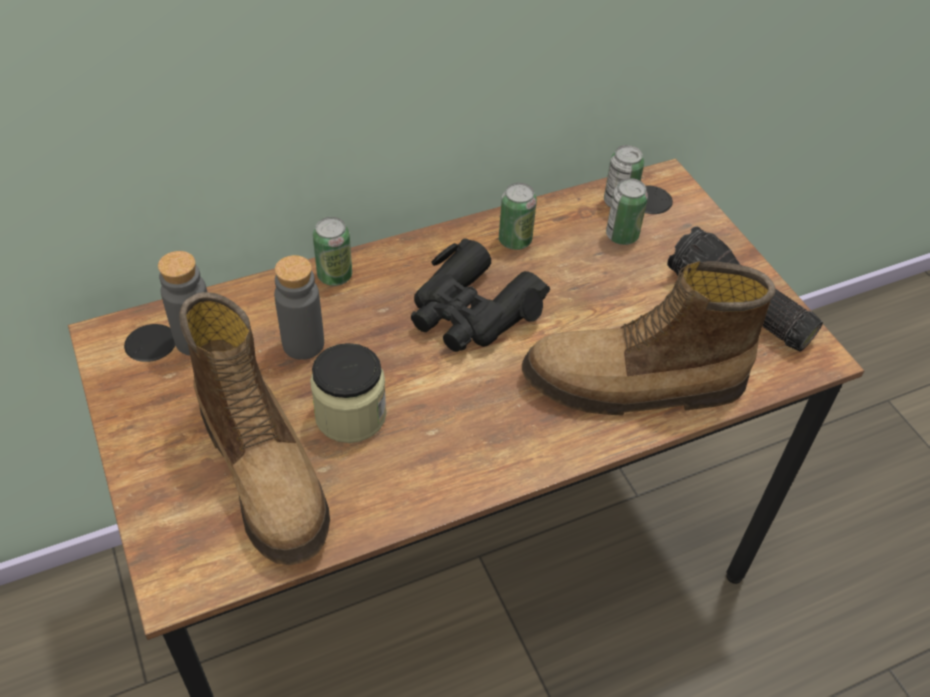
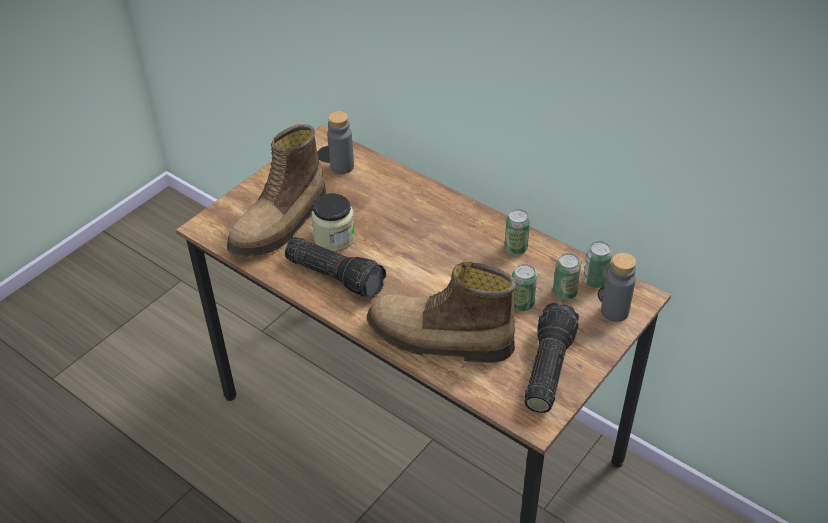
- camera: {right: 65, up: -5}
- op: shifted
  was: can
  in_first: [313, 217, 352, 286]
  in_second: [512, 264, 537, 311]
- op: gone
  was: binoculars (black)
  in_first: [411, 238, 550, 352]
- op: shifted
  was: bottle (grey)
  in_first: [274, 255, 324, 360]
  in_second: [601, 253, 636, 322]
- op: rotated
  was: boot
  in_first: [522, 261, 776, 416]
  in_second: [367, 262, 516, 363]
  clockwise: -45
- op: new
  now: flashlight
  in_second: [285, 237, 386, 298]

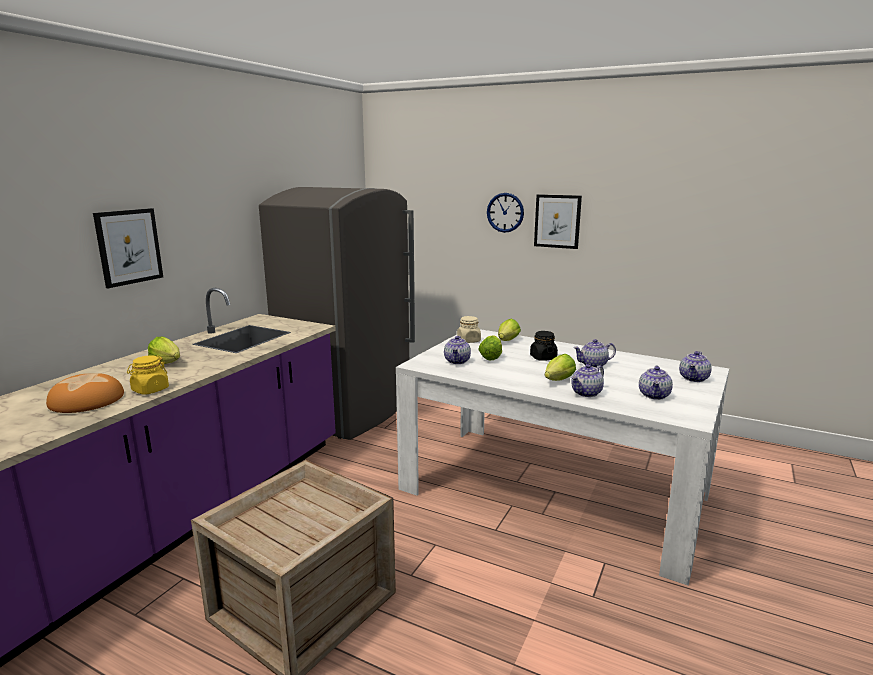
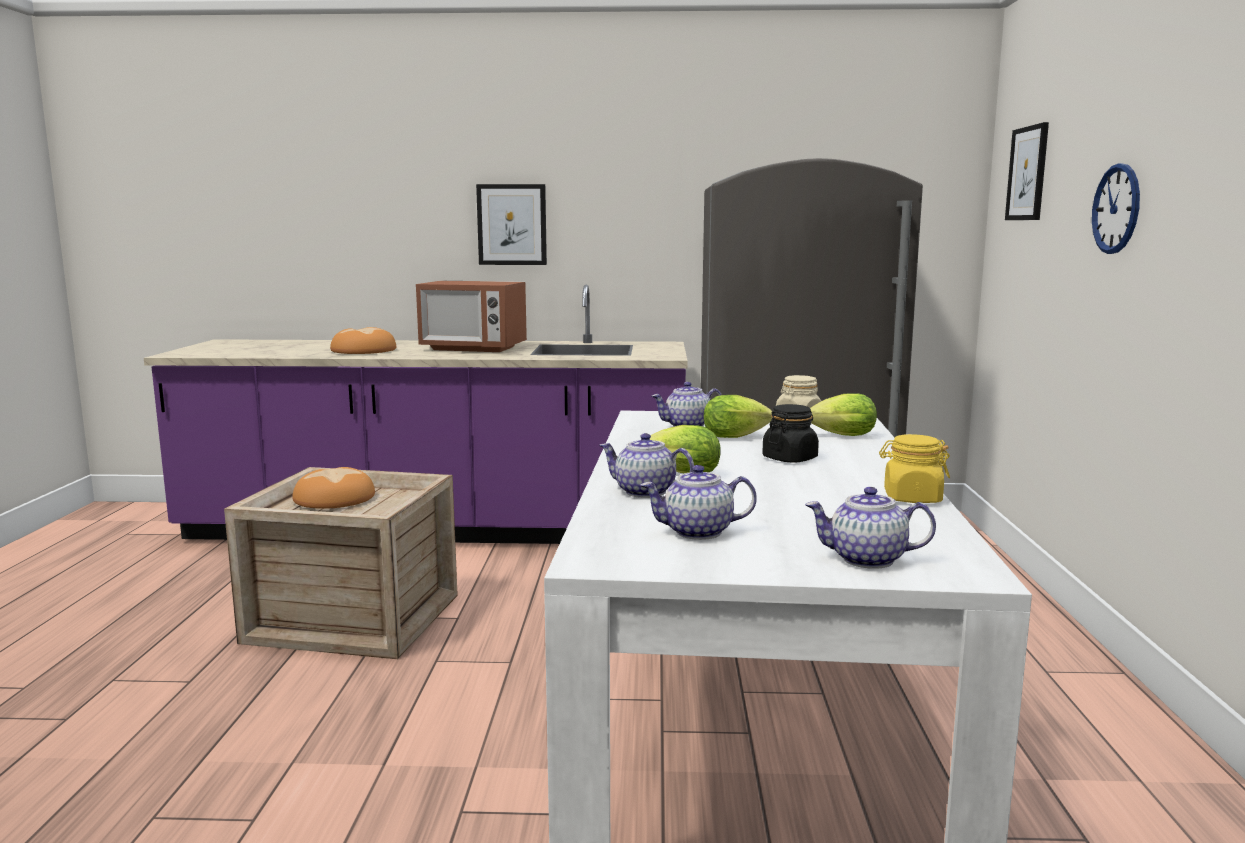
- camera: {right: 65, up: -5}
- op: shifted
  was: picture
  in_first: [534, 194, 582, 249]
  in_second: [1005, 122, 1049, 220]
- op: swapped
  was: lettuce
  now: microwave
  in_first: [148, 337, 180, 364]
  in_second: [416, 281, 527, 352]
- op: gone
  was: teapot
  in_first: [574, 339, 616, 368]
- op: shifted
  was: jar (yellow)
  in_first: [127, 355, 169, 395]
  in_second: [879, 434, 950, 503]
- op: new
  now: bread
  in_second: [292, 467, 375, 509]

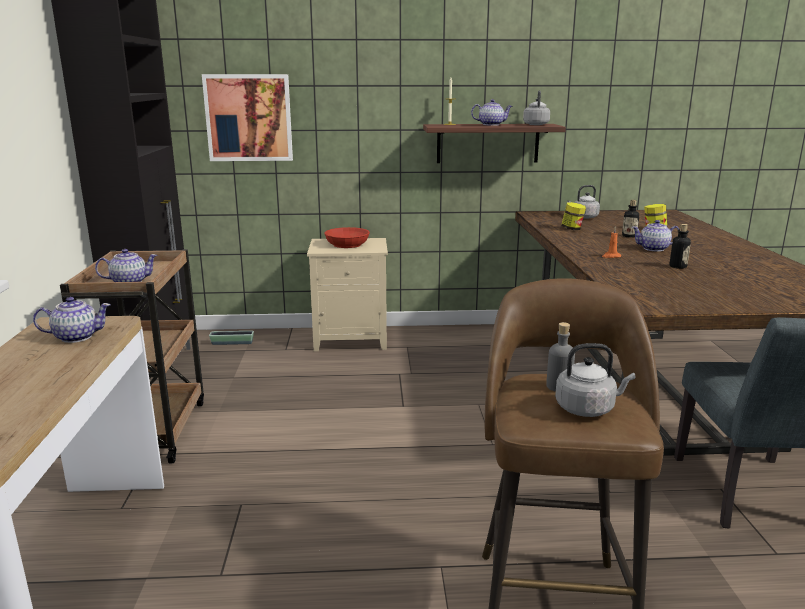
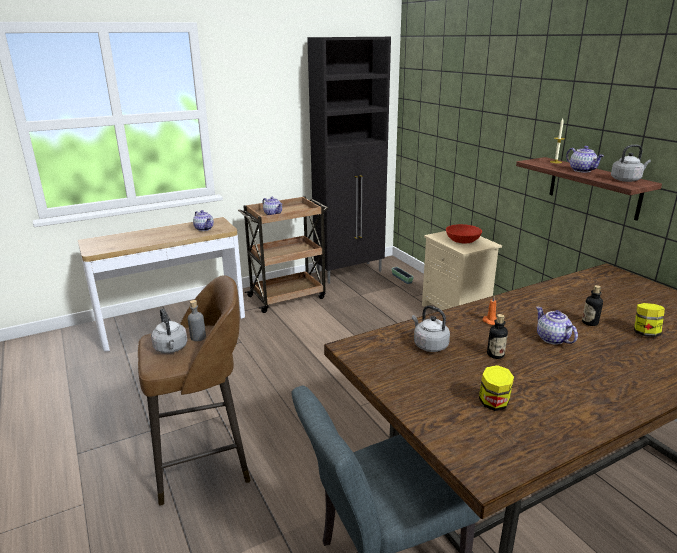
- camera: {right: 65, up: 5}
- op: gone
  was: picture
  in_first: [202, 74, 293, 161]
- op: shifted
  was: kettle (grey)
  in_first: [567, 185, 600, 219]
  in_second: [412, 306, 450, 352]
- op: shifted
  was: jar
  in_first: [561, 202, 586, 230]
  in_second: [479, 365, 514, 411]

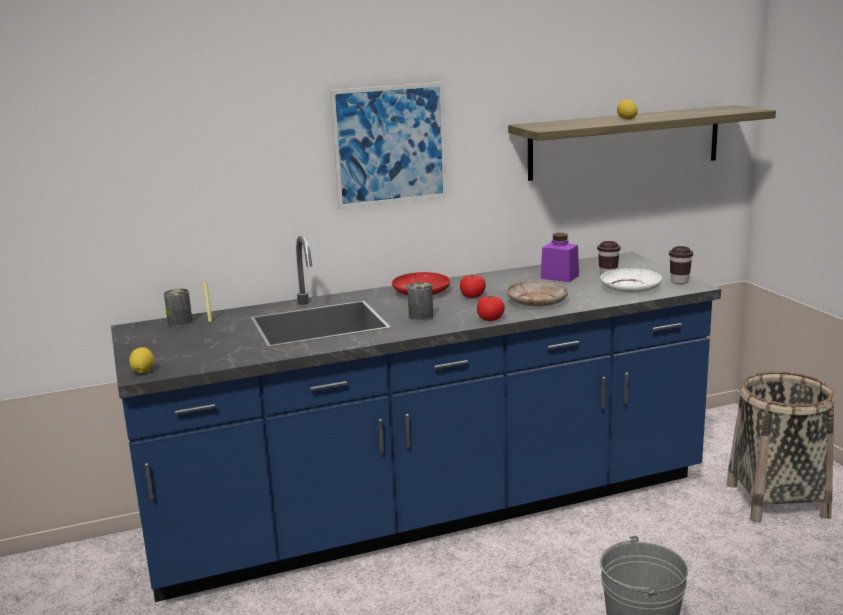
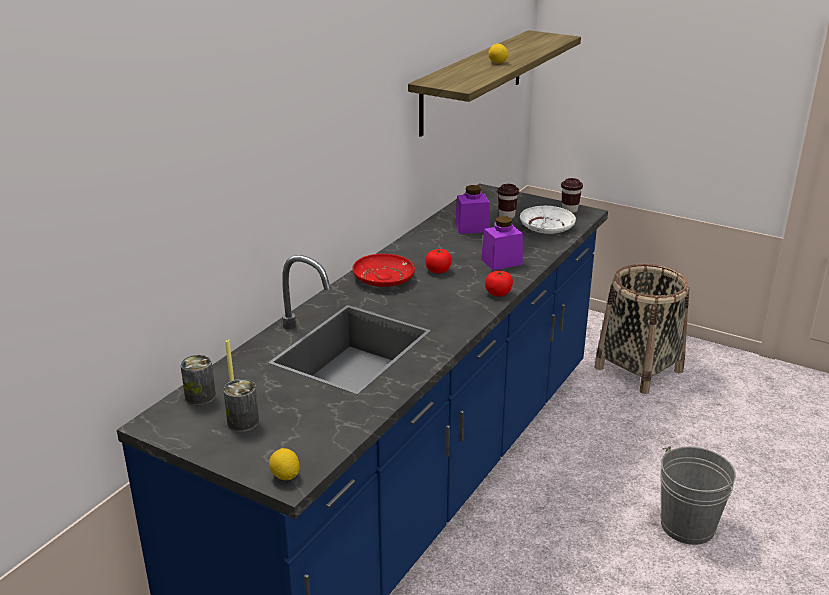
- camera: {right: -40, up: 10}
- op: gone
  was: picture
  in_first: [330, 82, 447, 209]
- op: swapped
  was: plate (beige)
  now: jar (purple)
  in_first: [506, 281, 568, 307]
  in_second: [481, 216, 523, 270]
- op: shifted
  was: can
  in_first: [407, 282, 433, 321]
  in_second: [223, 379, 259, 432]

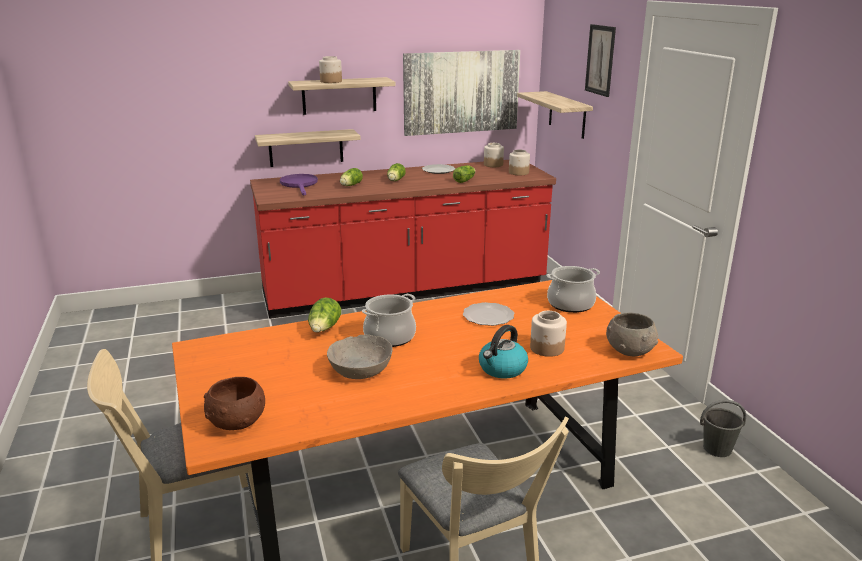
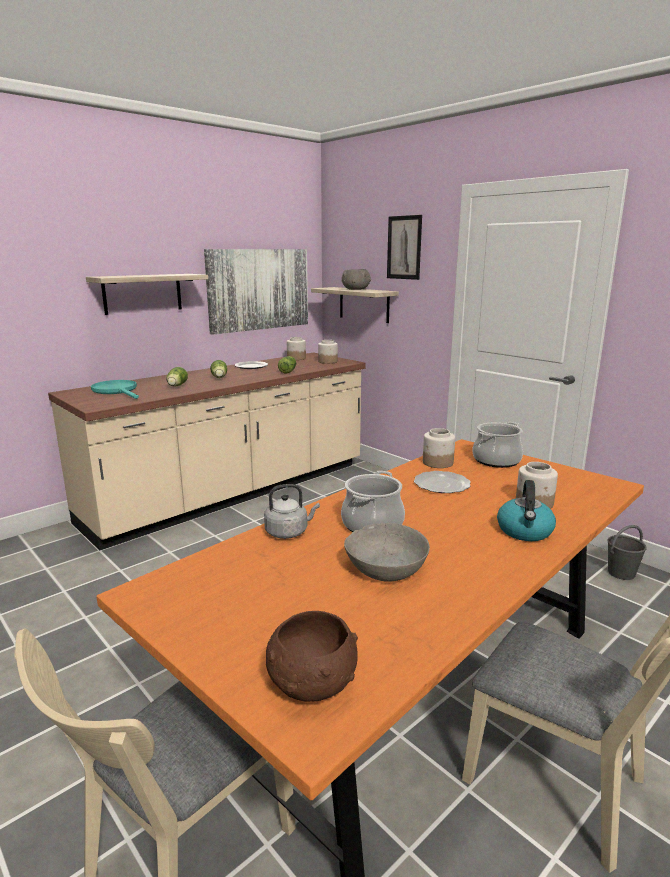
- camera: {right: -25, up: -5}
- op: shifted
  was: jar
  in_first: [319, 56, 342, 83]
  in_second: [423, 428, 455, 468]
- op: gone
  was: shelf
  in_first: [255, 129, 361, 167]
- op: repainted
  was: counter (red)
  now: counter (beige)
  in_first: [250, 160, 556, 319]
  in_second: [48, 352, 366, 551]
- op: repainted
  was: frying pan (purple)
  now: frying pan (turquoise)
  in_first: [280, 174, 318, 196]
  in_second: [91, 380, 139, 399]
- op: swapped
  was: lettuce
  now: kettle (grey)
  in_first: [308, 298, 341, 333]
  in_second: [264, 484, 320, 539]
- op: shifted
  was: bowl (grey)
  in_first: [606, 312, 658, 356]
  in_second: [341, 269, 371, 290]

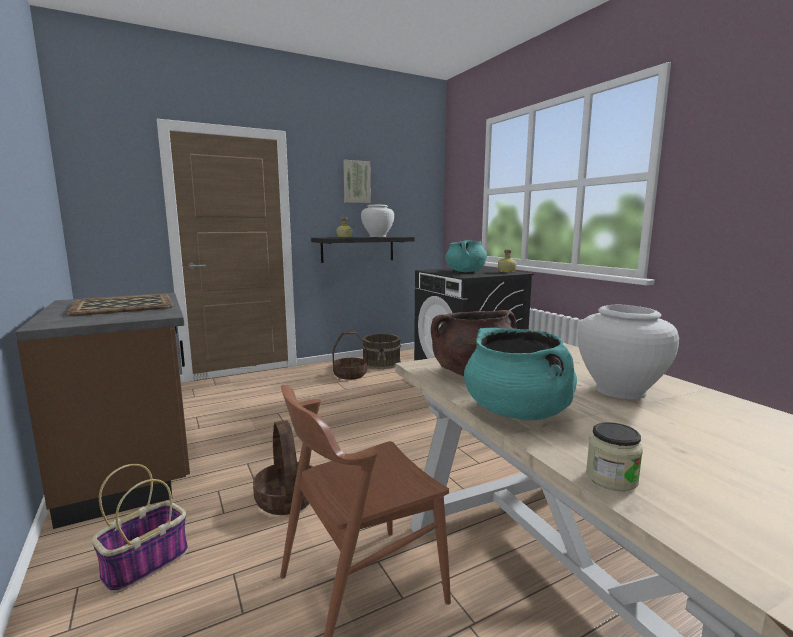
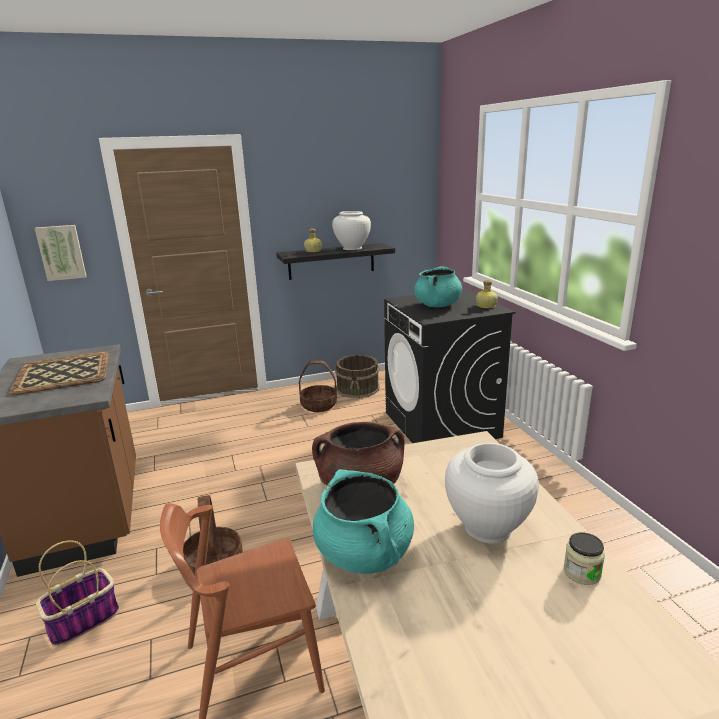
- camera: {right: 10, up: 10}
- op: shifted
  was: picture
  in_first: [343, 160, 371, 203]
  in_second: [35, 225, 87, 281]
- op: shifted
  was: jar
  in_first: [586, 422, 643, 491]
  in_second: [564, 532, 605, 585]

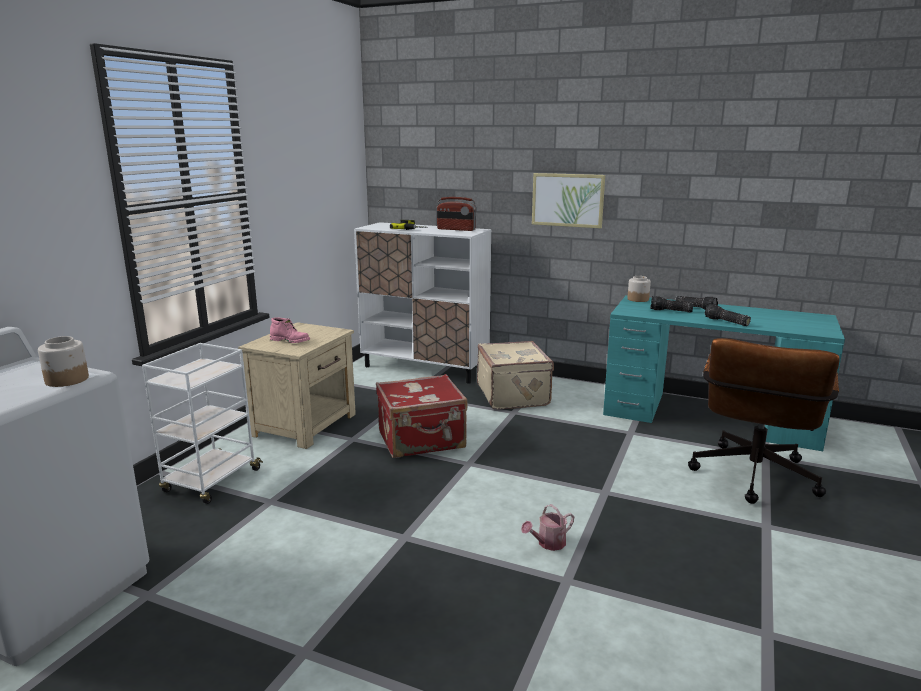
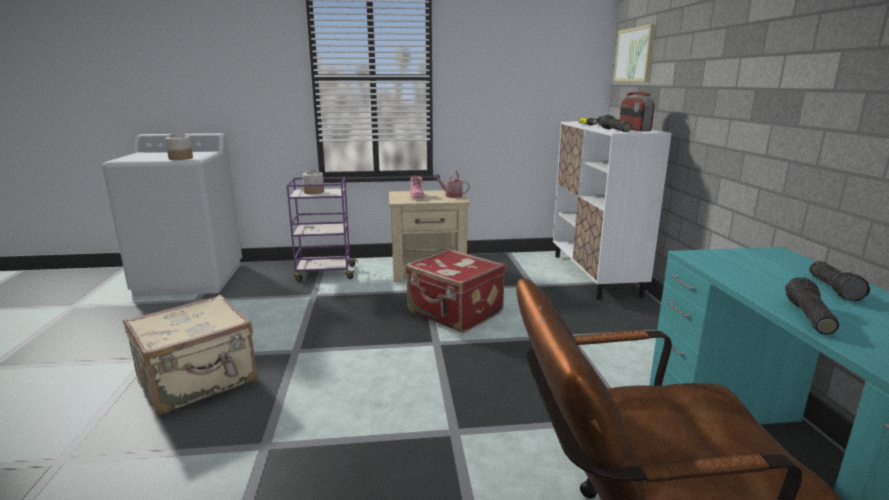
- camera: {right: 60, up: 0}
- op: shifted
  was: picture
  in_first: [532, 173, 605, 228]
  in_second: [614, 24, 656, 82]
- op: shifted
  was: jar
  in_first: [627, 276, 651, 302]
  in_second: [302, 170, 324, 194]
- op: shifted
  was: flashlight
  in_first: [650, 296, 693, 312]
  in_second: [599, 115, 632, 132]
- op: shifted
  was: suitcase (beige)
  in_first: [477, 341, 554, 409]
  in_second: [123, 295, 257, 415]
- op: repainted
  was: cart (white)
  now: cart (purple)
  in_first: [142, 343, 263, 504]
  in_second: [287, 177, 358, 281]
- op: shifted
  was: watering can
  in_first: [521, 504, 574, 551]
  in_second: [433, 170, 470, 198]

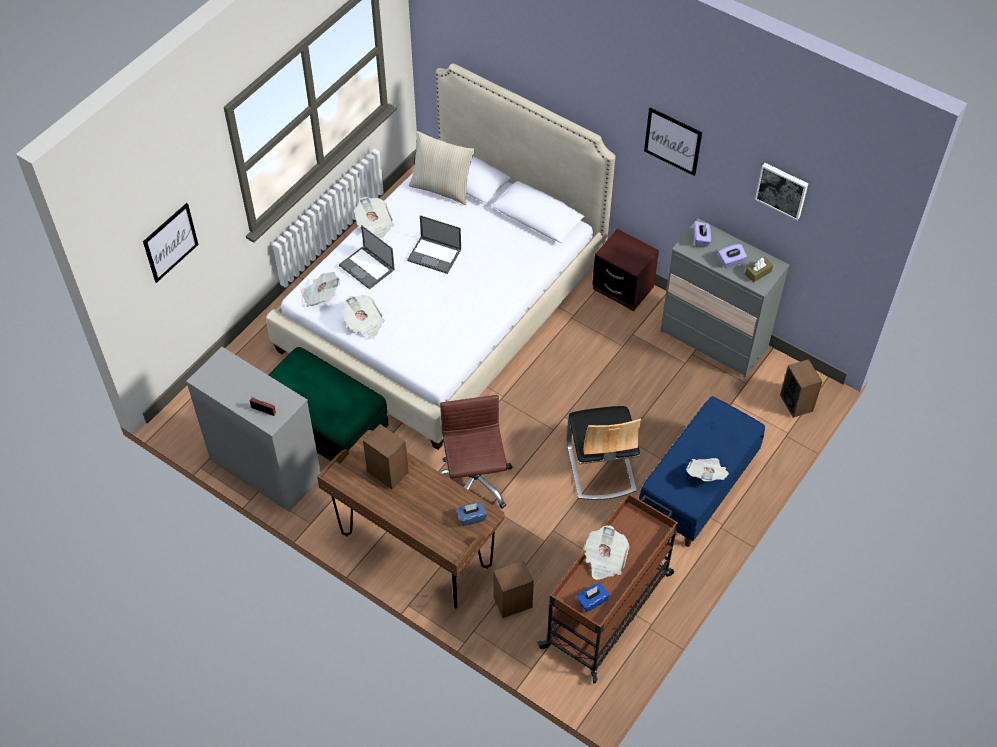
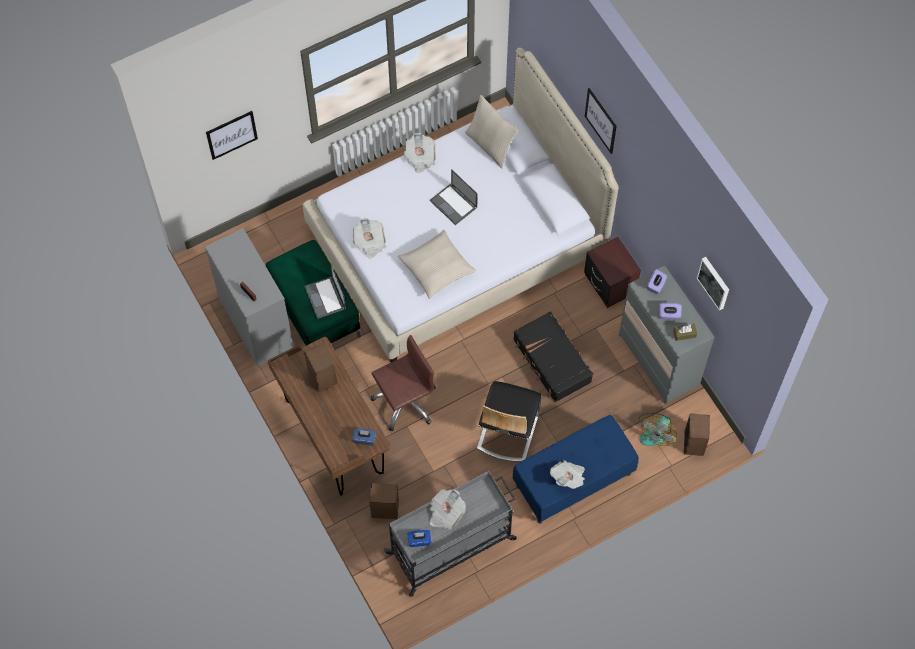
- camera: {right: 25, up: 10}
- op: shifted
  was: picture
  in_first: [644, 107, 702, 176]
  in_second: [585, 88, 617, 154]
- op: shifted
  was: laptop
  in_first: [339, 225, 395, 290]
  in_second: [304, 264, 346, 319]
- op: gone
  was: newspaper
  in_first: [301, 272, 340, 307]
- op: rotated
  was: office chair (brown)
  in_first: [440, 395, 512, 509]
  in_second: [371, 335, 436, 431]
  clockwise: 45
- op: repainted
  was: cart (brown)
  now: cart (grey)
  in_first: [537, 493, 678, 683]
  in_second: [384, 471, 517, 597]
- op: new
  now: pillow (beige)
  in_second: [398, 230, 476, 299]
- op: new
  now: suitcase (black)
  in_second: [513, 311, 593, 402]
- op: new
  now: fan
  in_second: [639, 413, 677, 446]

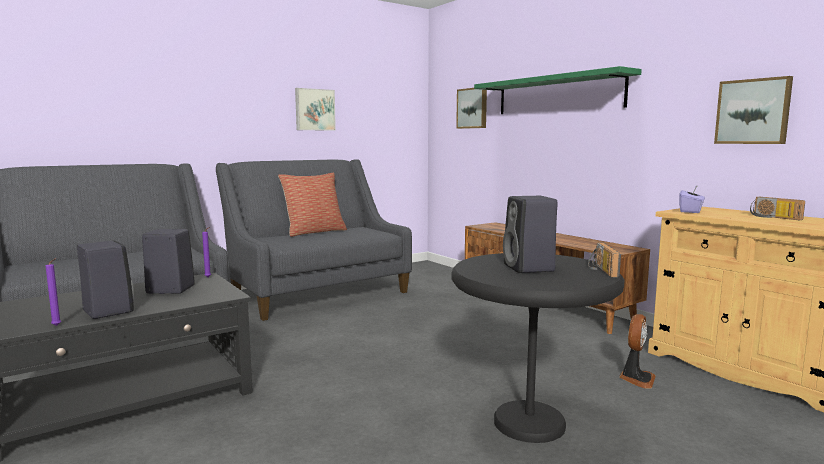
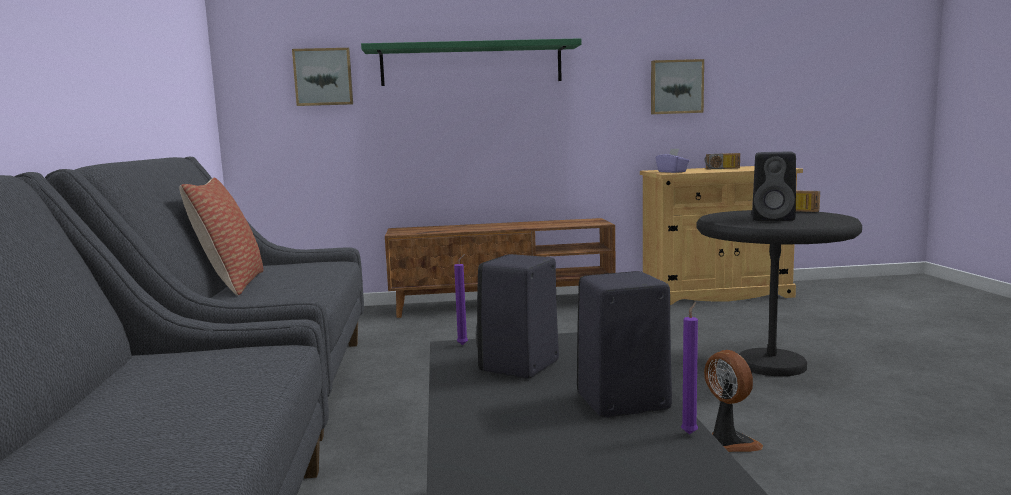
- camera: {right: -60, up: 0}
- op: gone
  was: picture
  in_first: [295, 88, 336, 131]
- op: shifted
  was: fan
  in_first: [619, 314, 656, 389]
  in_second: [704, 350, 763, 452]

